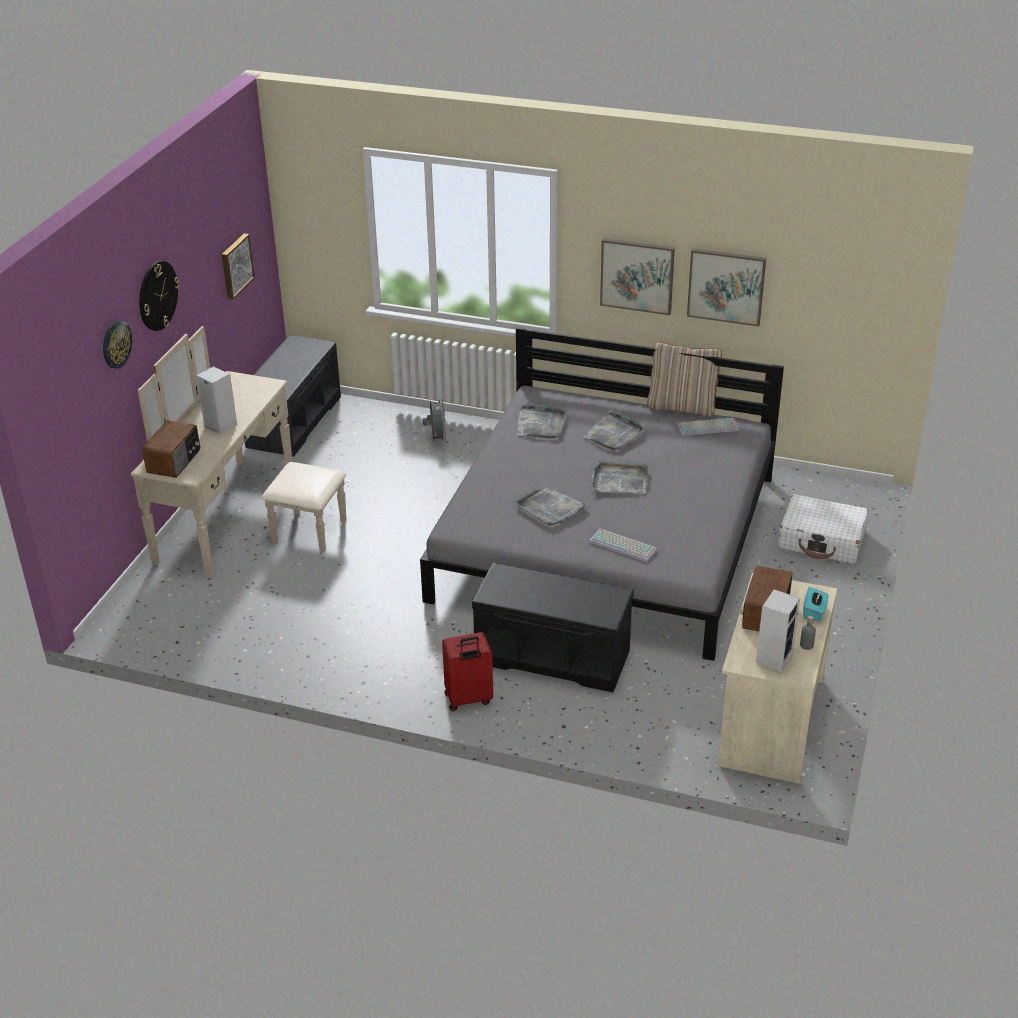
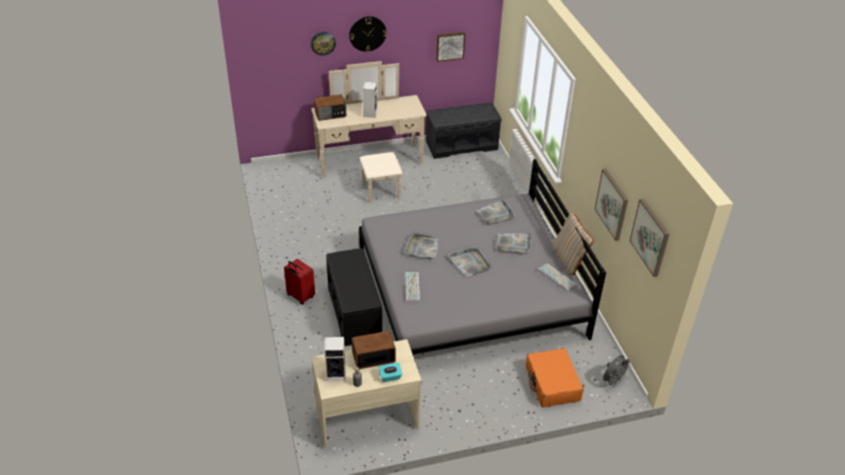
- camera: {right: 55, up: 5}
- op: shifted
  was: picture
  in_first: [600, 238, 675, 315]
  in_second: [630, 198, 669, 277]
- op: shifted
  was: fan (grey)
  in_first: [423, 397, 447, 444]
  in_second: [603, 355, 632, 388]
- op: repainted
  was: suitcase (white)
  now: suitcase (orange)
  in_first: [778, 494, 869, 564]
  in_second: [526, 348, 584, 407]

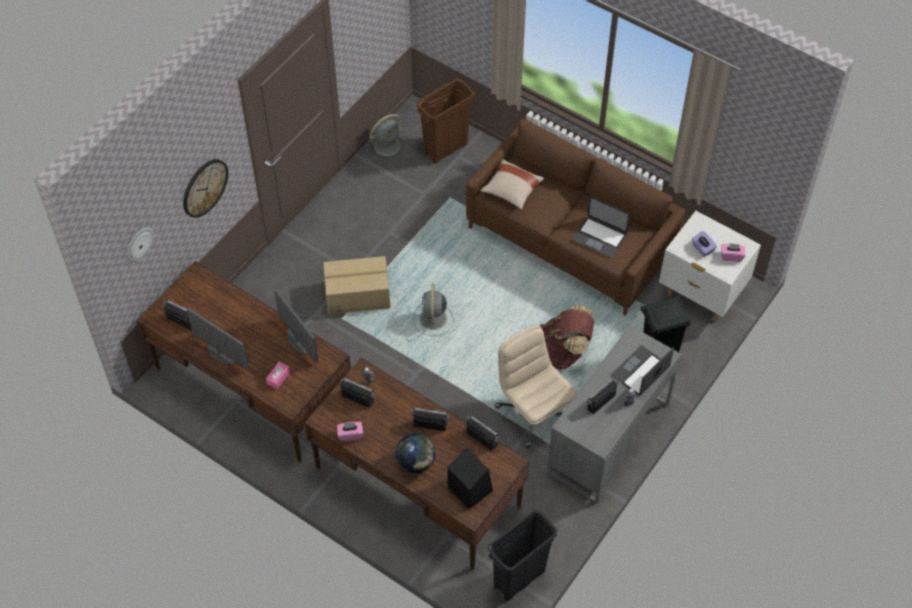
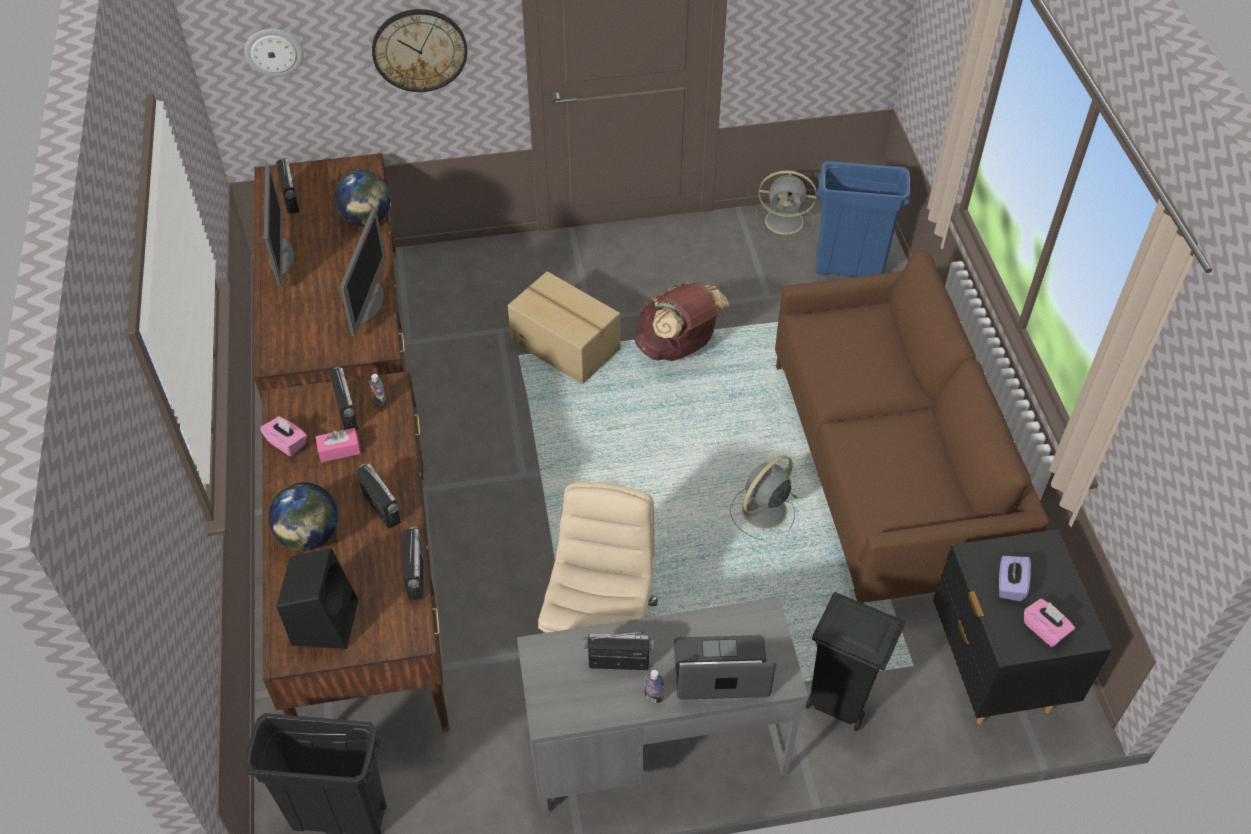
- camera: {right: 45, up: -5}
- op: repainted
  was: trash can (brown)
  now: trash can (blue)
  in_first: [417, 78, 475, 163]
  in_second: [816, 161, 910, 277]
- op: gone
  was: pillow (beige)
  in_first: [480, 159, 544, 209]
- op: gone
  was: laptop
  in_first: [572, 196, 630, 258]
- op: repainted
  was: nightstand (white)
  now: nightstand (black)
  in_first: [659, 211, 761, 322]
  in_second: [933, 529, 1112, 724]
- op: shifted
  was: fan (grey)
  in_first: [414, 283, 454, 336]
  in_second: [730, 455, 798, 540]
- op: shifted
  was: backpack (brown)
  in_first: [540, 305, 594, 369]
  in_second: [635, 282, 730, 361]
- op: shifted
  was: tissue box (pink)
  in_first: [266, 362, 290, 389]
  in_second: [316, 428, 361, 462]
- op: new
  now: globe
  in_second: [334, 170, 391, 227]

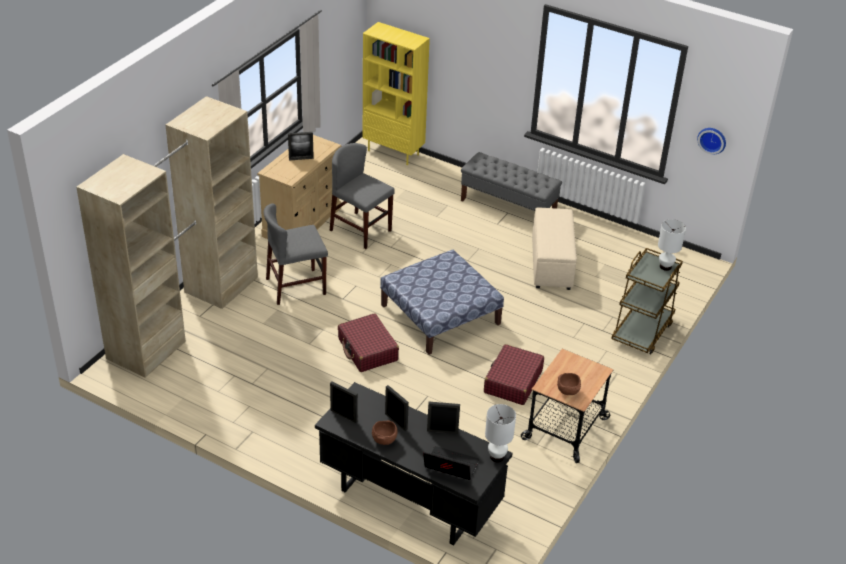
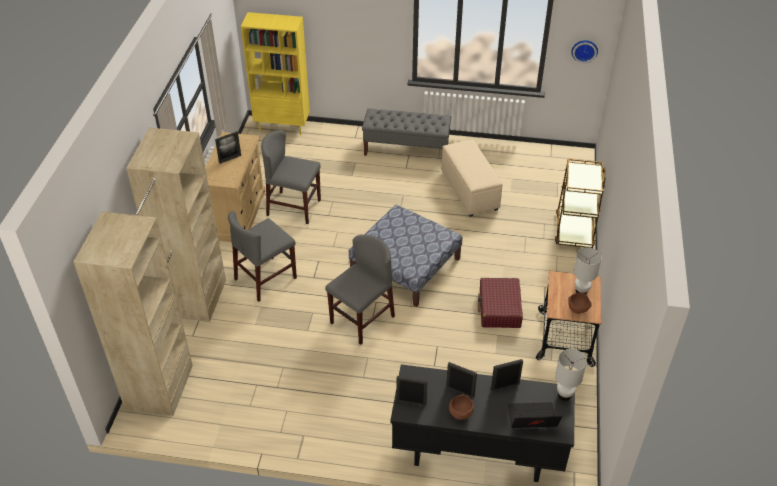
- camera: {right: -20, up: 5}
- op: shifted
  was: table lamp (white)
  in_first: [658, 219, 686, 271]
  in_second: [574, 247, 602, 294]
- op: swapped
  was: suitcase (red)
  now: chair (grey)
  in_first: [338, 313, 399, 372]
  in_second: [325, 235, 395, 345]

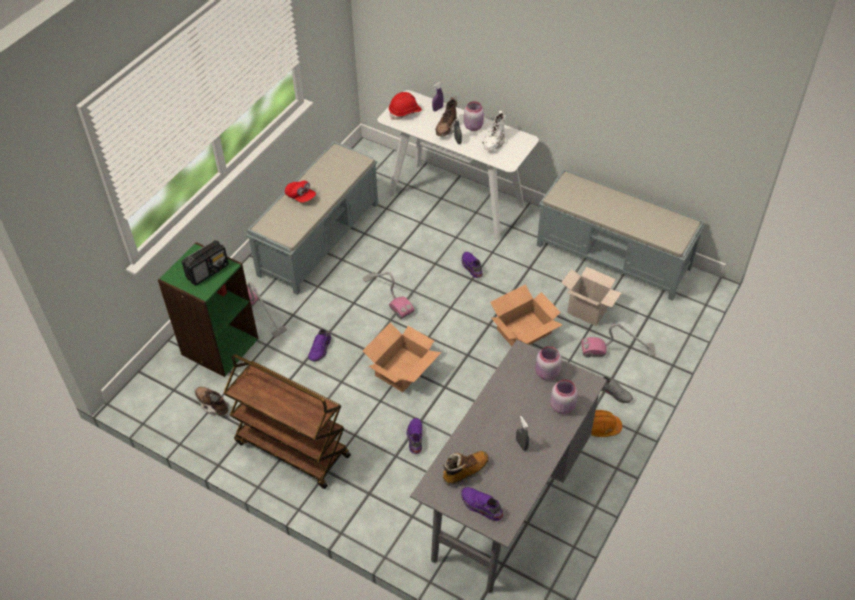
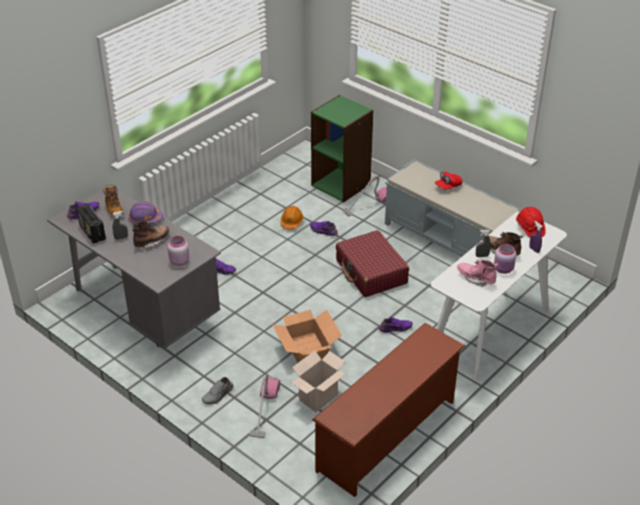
- camera: {right: 100, up: -10}
- op: repainted
  was: boot (white)
  now: boot (pink)
  in_first: [482, 110, 506, 150]
  in_second: [457, 260, 498, 287]
- op: swapped
  was: bench (grey)
  now: shoe rack (brown)
  in_first: [537, 169, 705, 301]
  in_second: [312, 323, 465, 497]
- op: shifted
  was: radio
  in_first: [182, 240, 229, 286]
  in_second: [76, 204, 106, 244]
- op: swapped
  was: vacuum cleaner
  now: suitcase (red)
  in_first: [363, 272, 414, 319]
  in_second: [336, 230, 409, 297]
- op: gone
  was: cardboard box
  in_first: [362, 323, 441, 392]
- op: gone
  was: cart (brown)
  in_first: [223, 354, 351, 489]
- op: gone
  was: jar (pink)
  in_first: [551, 379, 578, 414]
- op: shifted
  was: boot (brown)
  in_first: [195, 387, 229, 416]
  in_second: [132, 221, 169, 251]
- op: shifted
  was: hard hat (orange)
  in_first: [591, 410, 622, 437]
  in_second: [281, 206, 303, 229]
- op: new
  now: hard hat (purple)
  in_second: [128, 201, 163, 224]

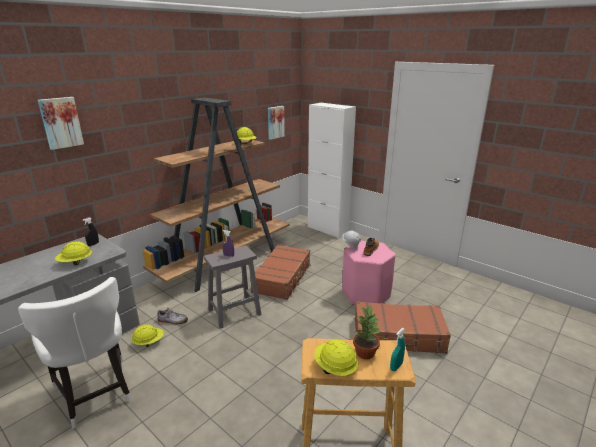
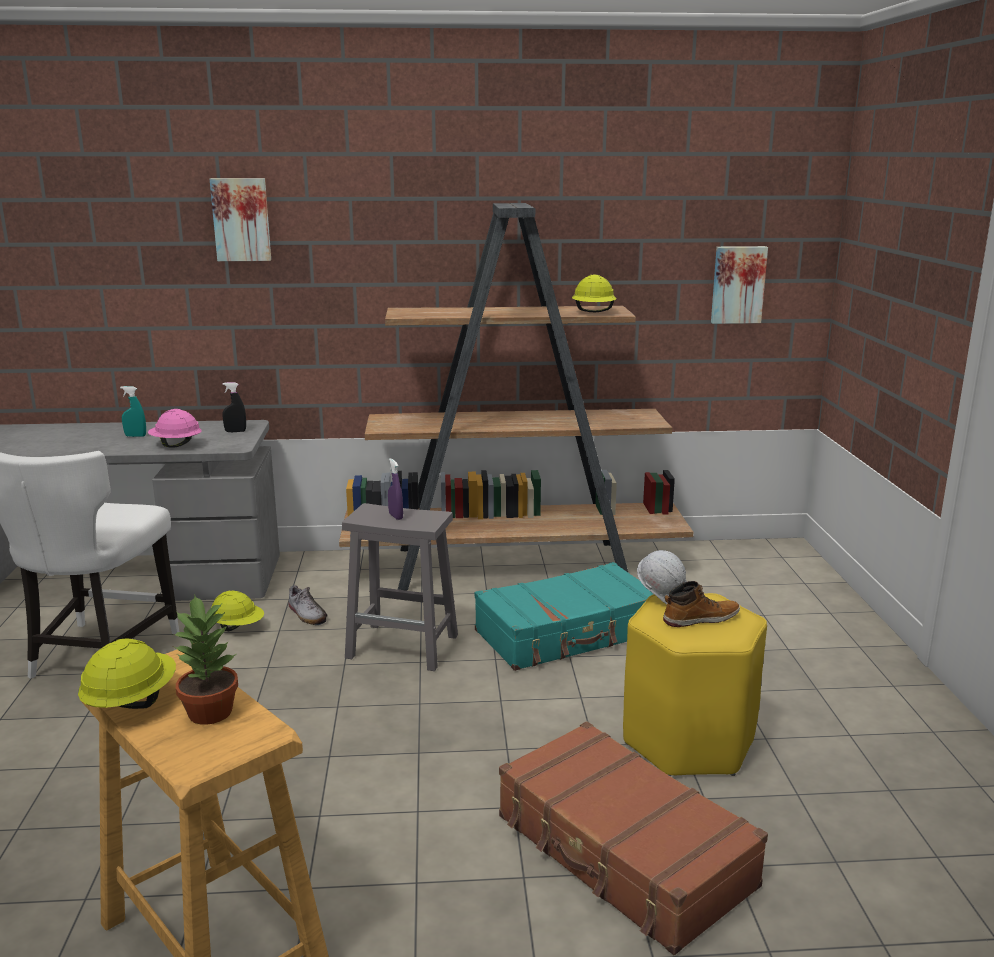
- camera: {right: 45, up: -5}
- op: gone
  was: cabinet (white)
  in_first: [308, 103, 356, 238]
- op: repainted
  was: stool (pink)
  now: stool (yellow)
  in_first: [342, 240, 396, 305]
  in_second: [623, 593, 767, 776]
- op: repainted
  was: hard hat (yellow)
  now: hard hat (pink)
  in_first: [55, 242, 92, 266]
  in_second: [148, 409, 201, 448]
- op: repainted
  was: suitcase (brown)
  now: suitcase (turquoise)
  in_first: [250, 245, 311, 300]
  in_second: [475, 562, 654, 671]
- op: shifted
  was: spray bottle (turquoise)
  in_first: [390, 328, 405, 371]
  in_second: [120, 386, 146, 437]

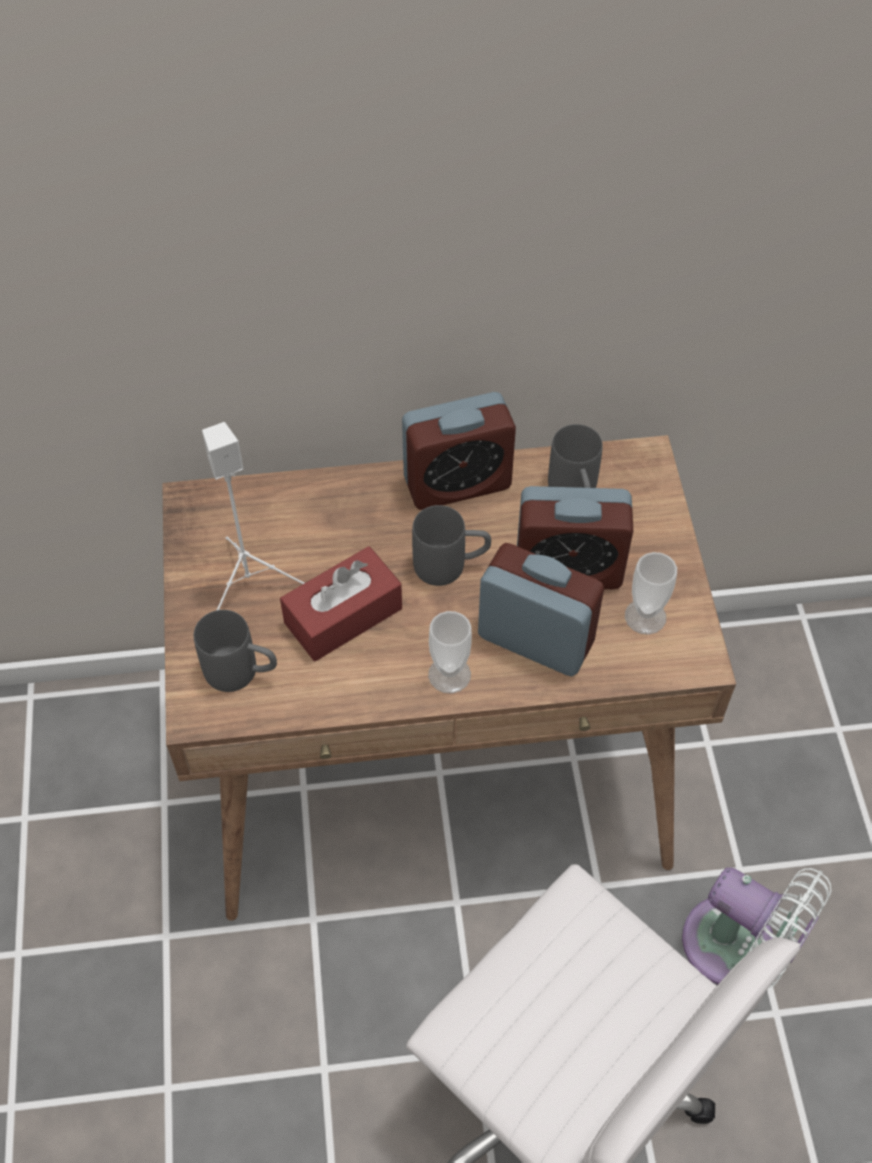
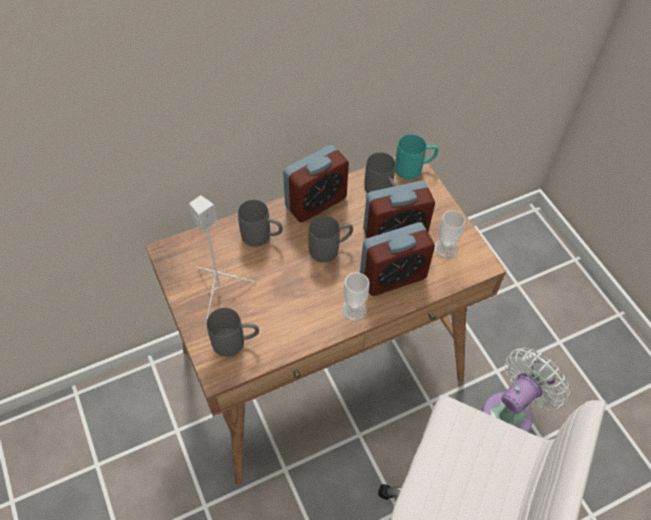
- camera: {right: -20, up: 0}
- op: rotated
  was: alarm clock
  in_first: [478, 543, 604, 676]
  in_second: [360, 222, 435, 296]
  clockwise: 150
- op: gone
  was: tissue box (red)
  in_first: [280, 546, 402, 661]
- op: rotated
  was: fan (white)
  in_first: [682, 867, 832, 988]
  in_second: [482, 348, 570, 432]
  clockwise: -60
- op: new
  now: mug (turquoise)
  in_second: [395, 134, 438, 180]
- op: new
  now: mug (grey)
  in_second: [238, 200, 283, 247]

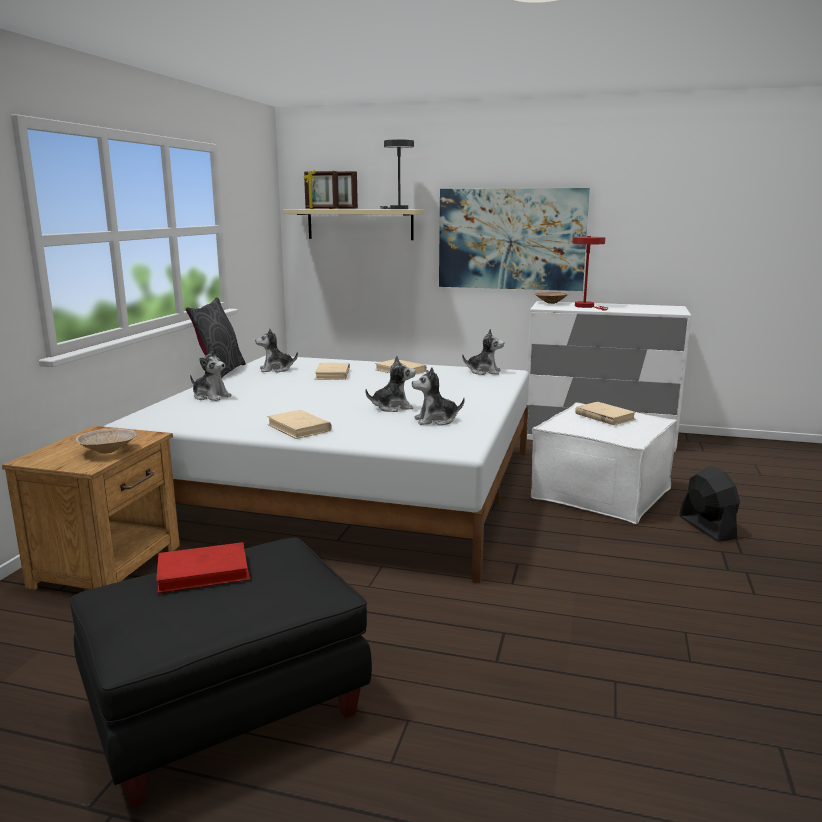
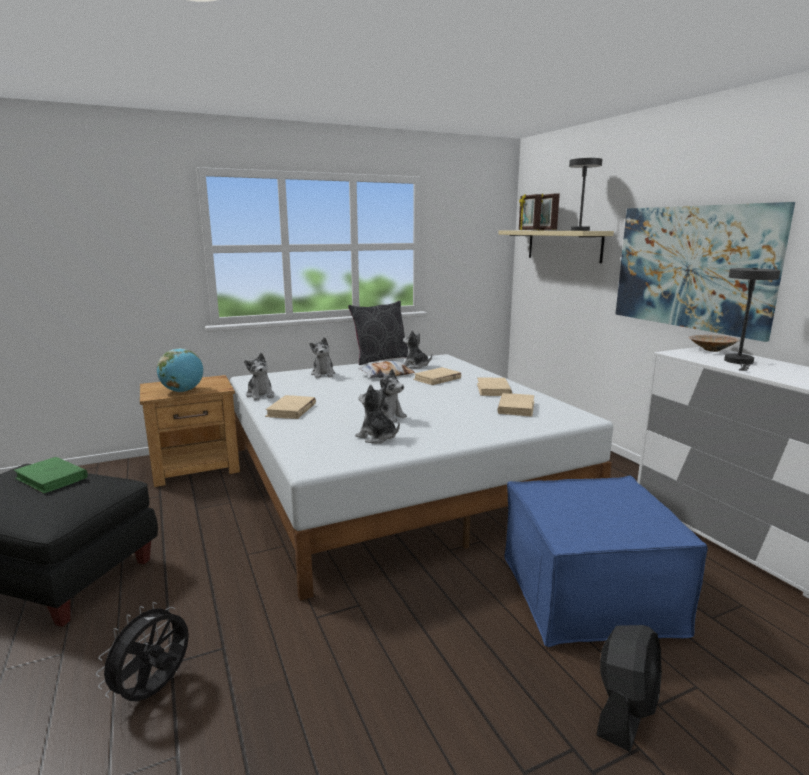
- camera: {right: 50, up: 0}
- op: repainted
  was: table lamp (red)
  now: table lamp (grey)
  in_first: [573, 236, 608, 311]
  in_second: [724, 268, 781, 371]
- op: shifted
  was: plush toy
  in_first: [462, 329, 504, 375]
  in_second: [244, 353, 274, 400]
- op: shifted
  was: book (beige)
  in_first: [575, 402, 636, 425]
  in_second: [497, 393, 534, 416]
- op: repainted
  was: ottoman (white)
  now: ottoman (blue)
  in_first: [531, 403, 677, 524]
  in_second: [504, 476, 708, 647]
- op: swapped
  was: bowl (beige)
  now: globe
  in_first: [76, 428, 137, 454]
  in_second: [157, 348, 203, 392]
- op: repainted
  was: book (red)
  now: book (green)
  in_first: [156, 542, 250, 593]
  in_second: [14, 457, 88, 494]
- op: new
  now: pillow
  in_second: [358, 361, 415, 378]
- op: new
  now: fan (black)
  in_second: [96, 602, 189, 701]

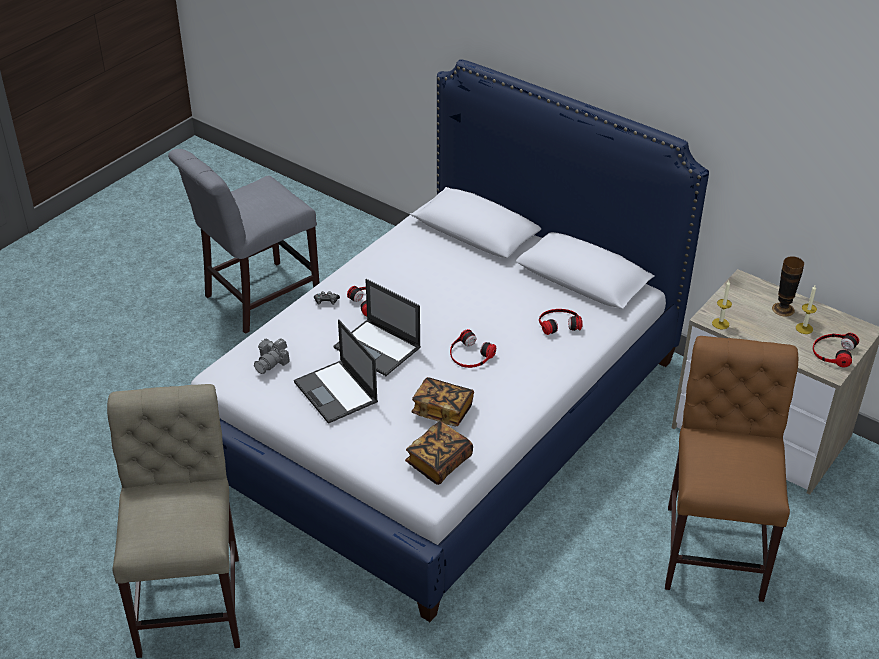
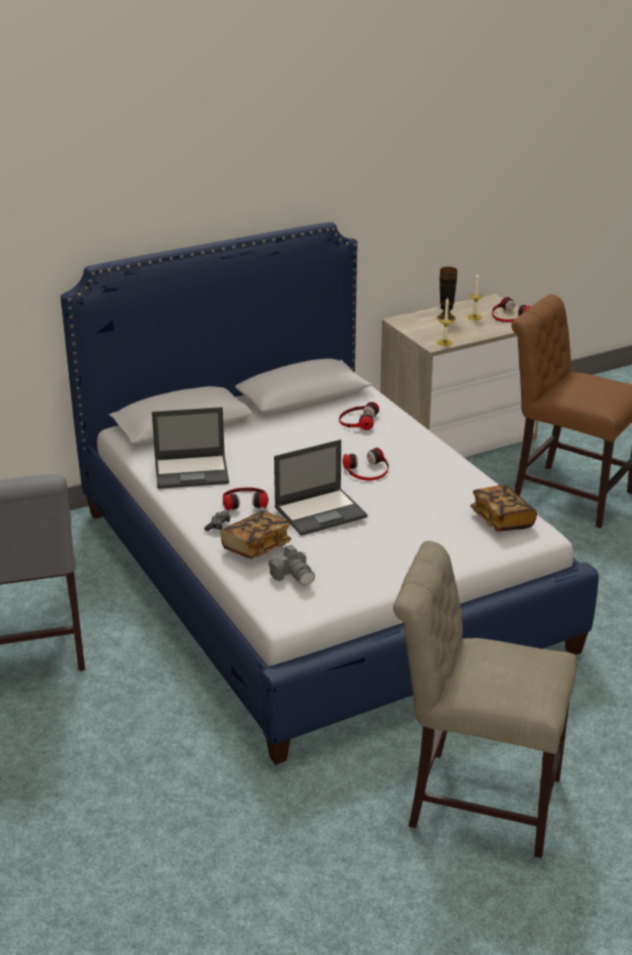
- camera: {right: -65, up: -10}
- op: shifted
  was: laptop
  in_first: [294, 319, 378, 424]
  in_second: [152, 407, 229, 489]
- op: shifted
  was: book
  in_first: [411, 377, 474, 426]
  in_second: [220, 511, 291, 559]

